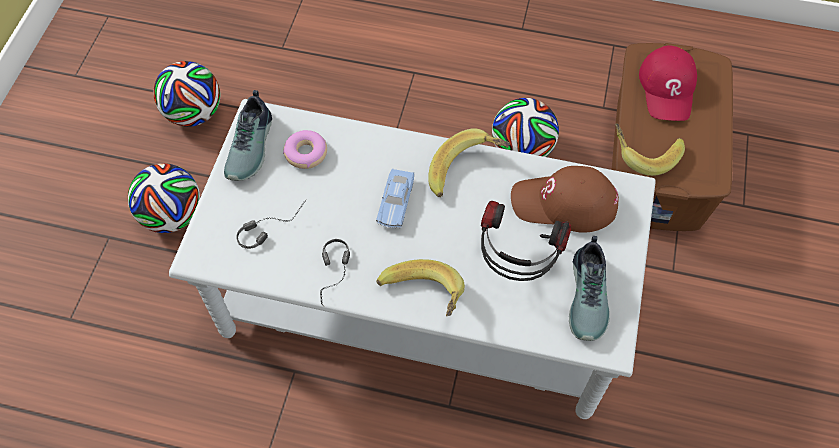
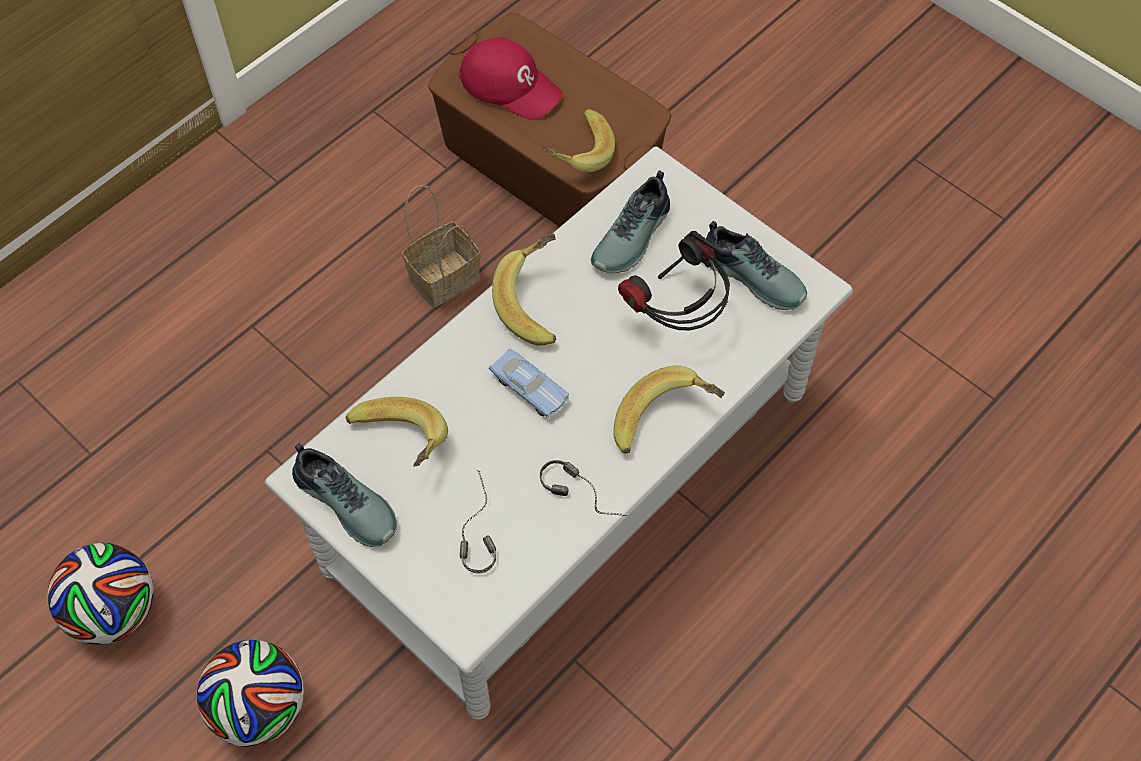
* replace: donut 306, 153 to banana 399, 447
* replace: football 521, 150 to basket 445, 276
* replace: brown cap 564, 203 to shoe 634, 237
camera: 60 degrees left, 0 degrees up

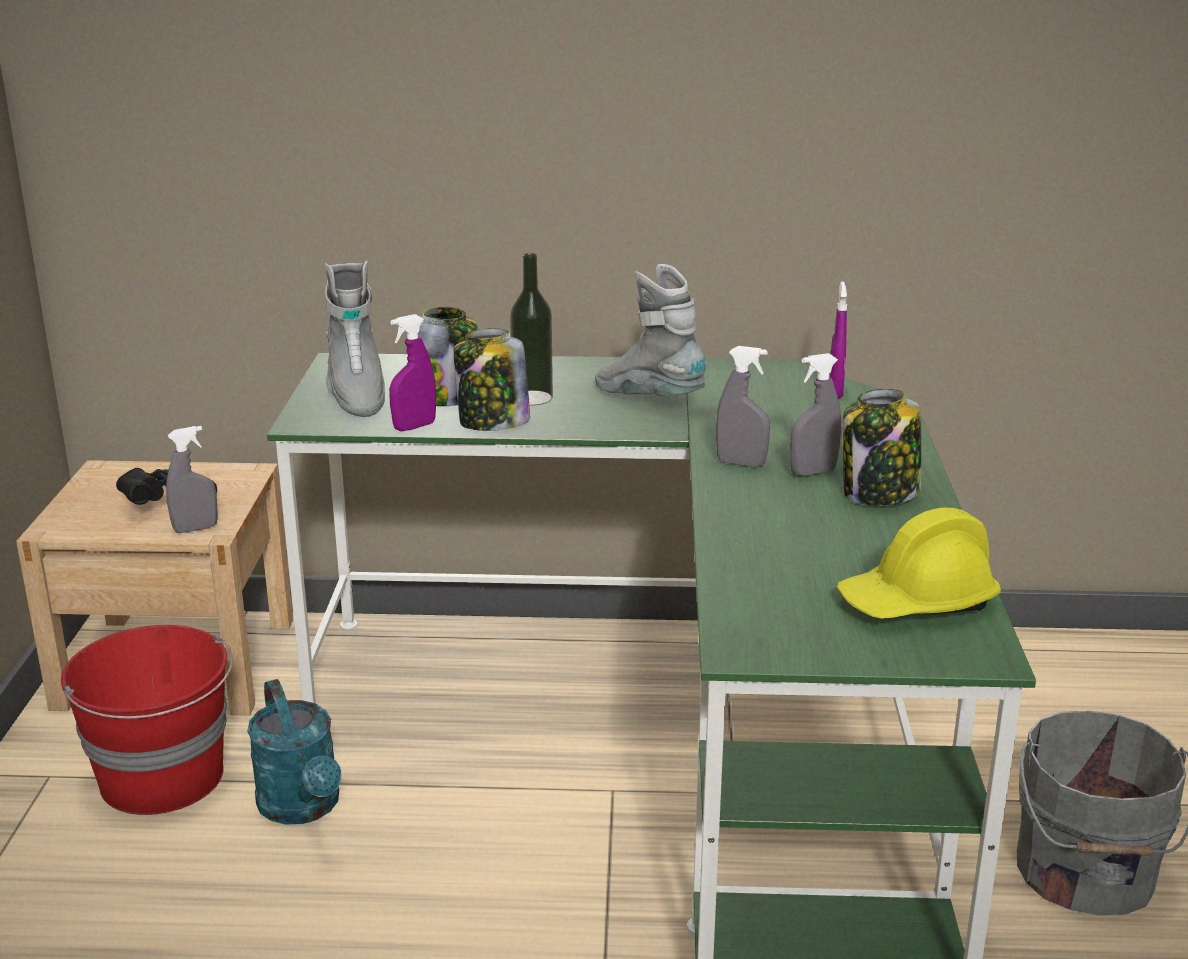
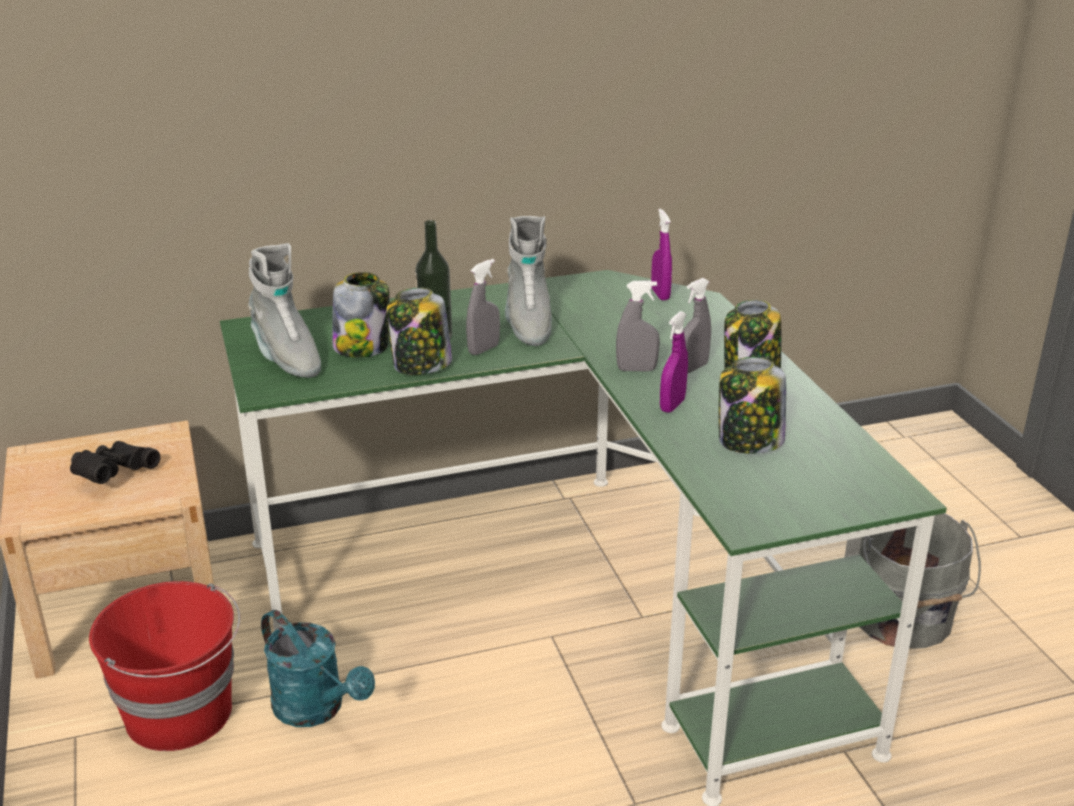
* move: grey spray bottle 195, 529 to 483, 349
* move: purple spray bottle 414, 427 to 672, 405
* rotate: grey boot 649, 399 = 527, 323 120 degrees counterclockwise
* delete: yellow hard hat 917, 602
* insert: jar 749, 441
camera: 20 degrees left, 5 degrees up

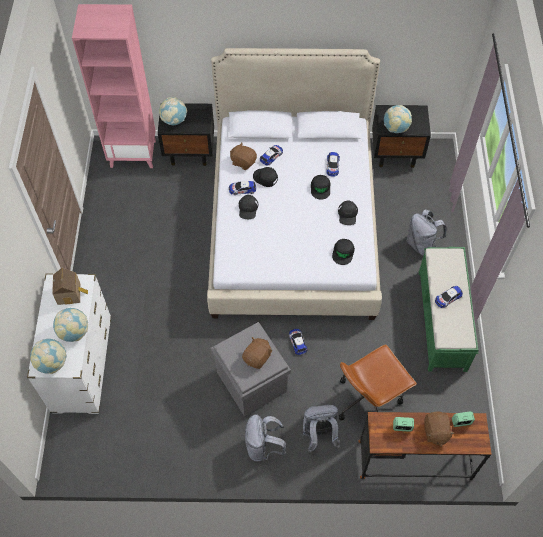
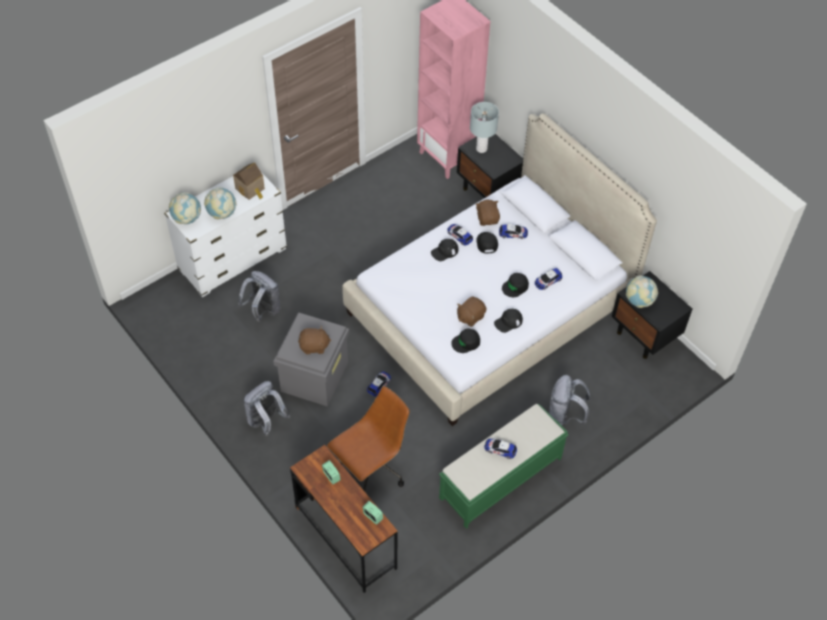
* replace: globe 174, 120 to grey table lamp 481, 148
* move: grey backpack 319, 435 to 263, 310
* rotate: brown office chair 368, 400 = 371, 469 120 degrees clockwise
* move: brown plush toy 435, 432 to 470, 316
camera: 50 degrees right, 5 degrees down

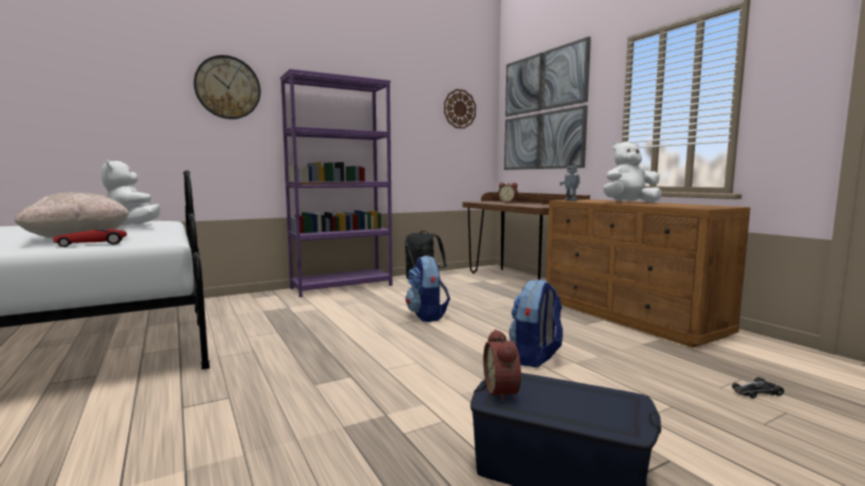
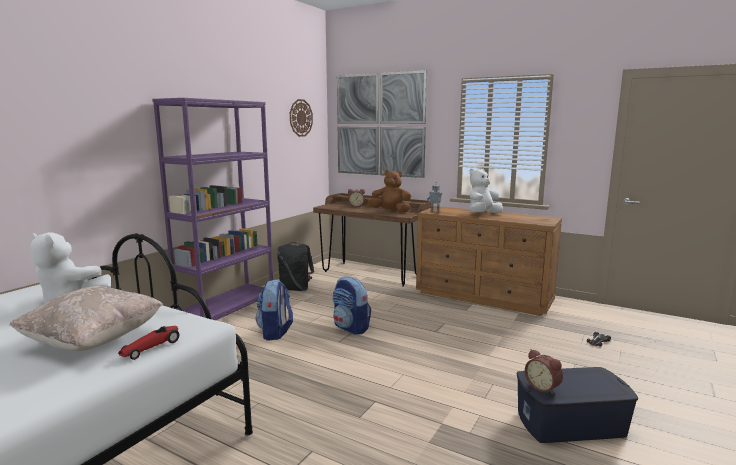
* delete: wall clock 228, 87
* move: backpack 535, 358 to 275, 333
* insert: brown plush toy 390, 211
camera: 30 degrees left, 5 degrees up

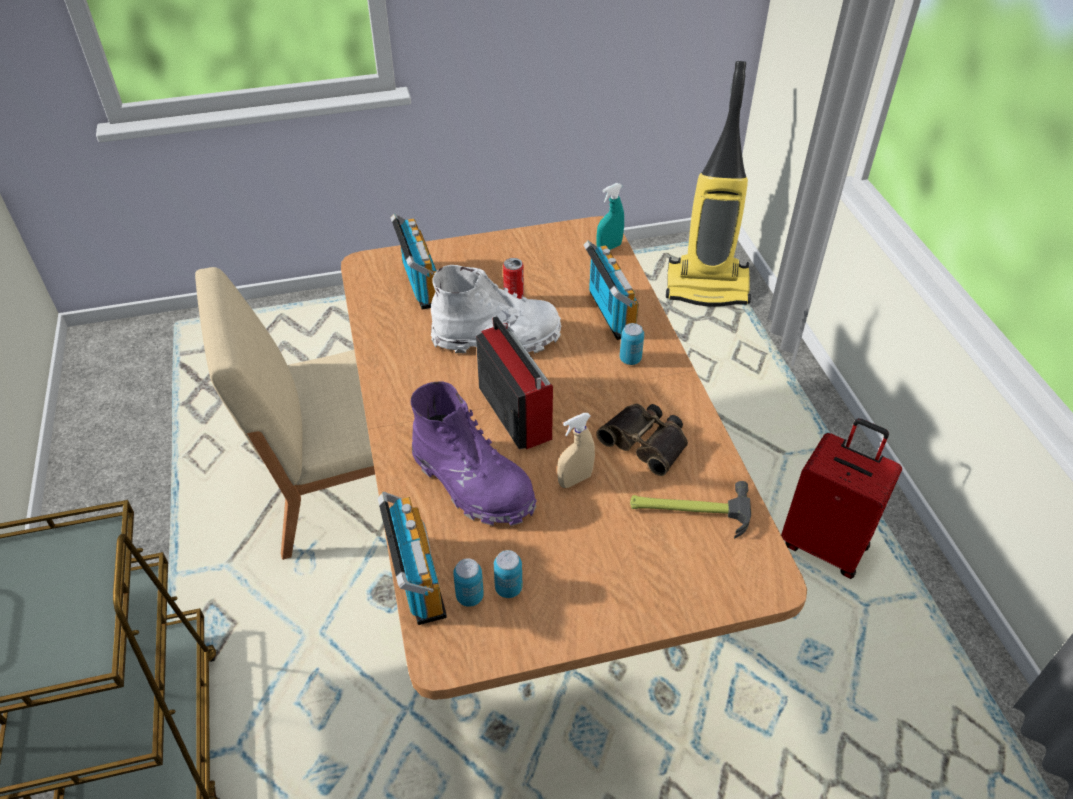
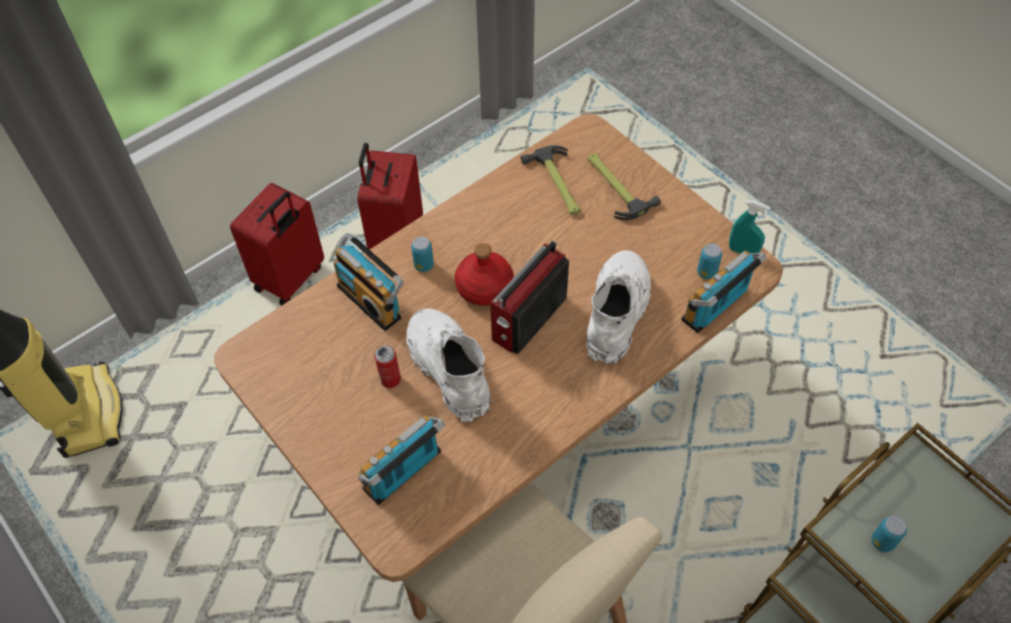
* recolor: purple boot 472, 483 to white boot 616, 313
* move: can 508, 588 to 882, 542
* delete: beige spray bottle 575, 480
* rotate: radio 609, 314 = 372, 300 90 degrees counterclockwise
* delete: binoculars 646, 441
* move: turquoise spray bottle 609, 248 to 743, 251
* insert: red suitcase 291, 279
* insert: red bottle 485, 287
* insert: hammer 615, 186
camera: 115 degrees left, 10 degrees up

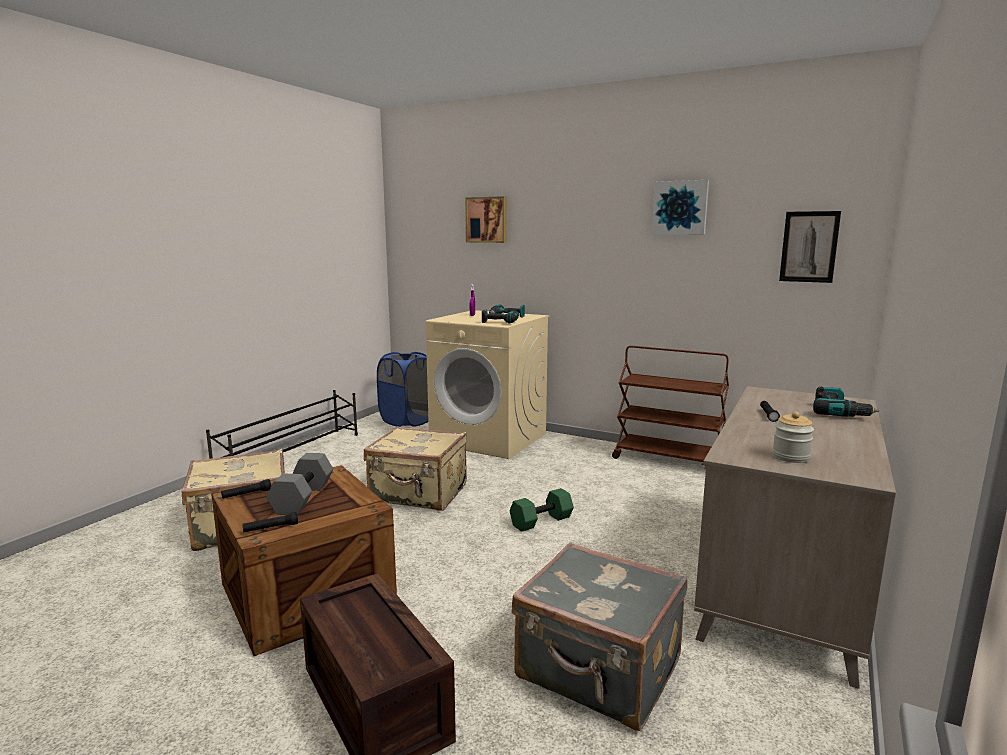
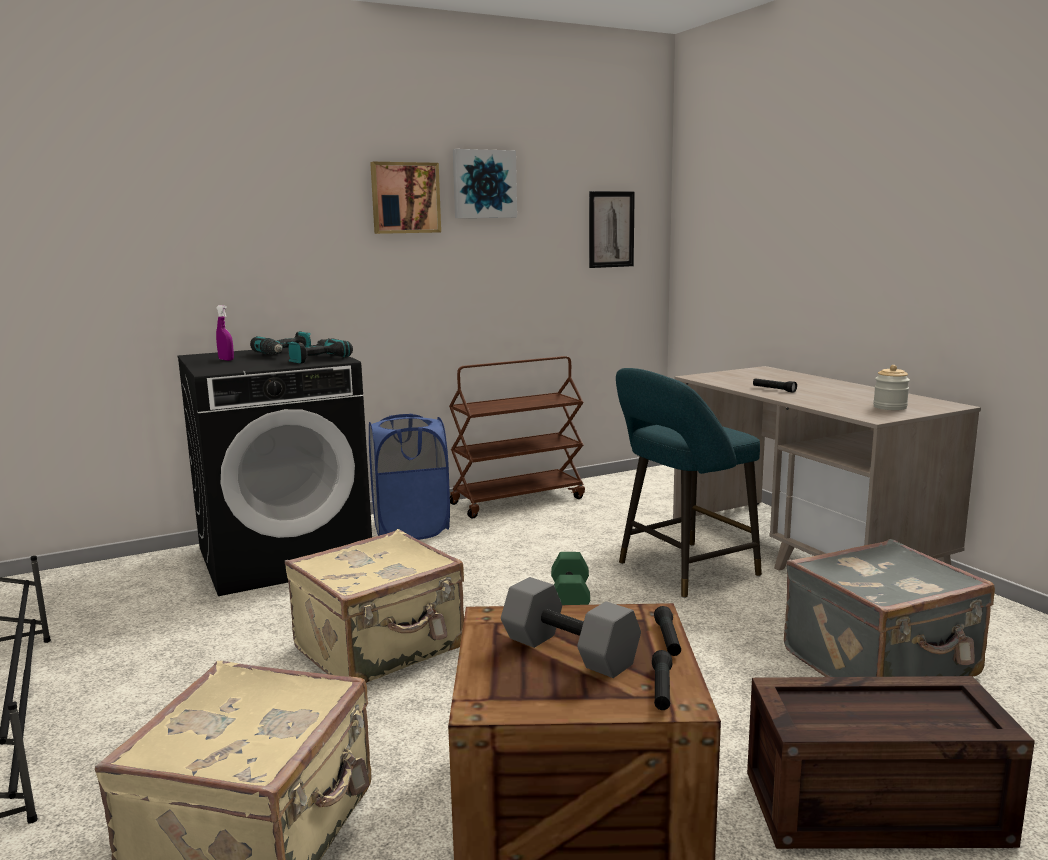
* move: black flashlight 247, 494 to 668, 639
* move: blue laundry basket 407, 421 to 411, 529
* recolor: beige washing machine 490, 438 to black washing machine 285, 556
* move: picture 487, 220 to 405, 198
* delete: power drill 839, 412
* insert: turquoise stool 682, 571
camera: 55 degrees left, 0 degrees up

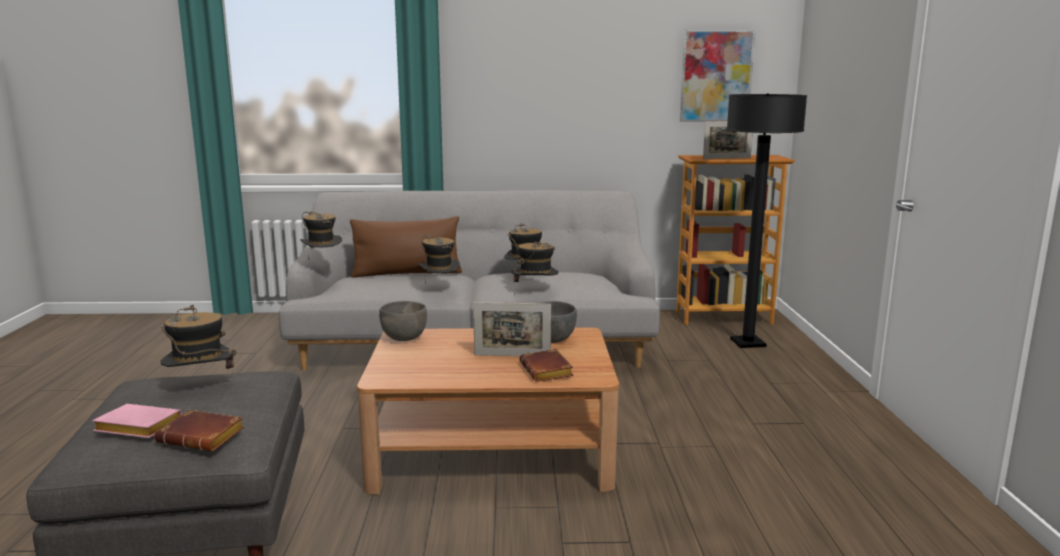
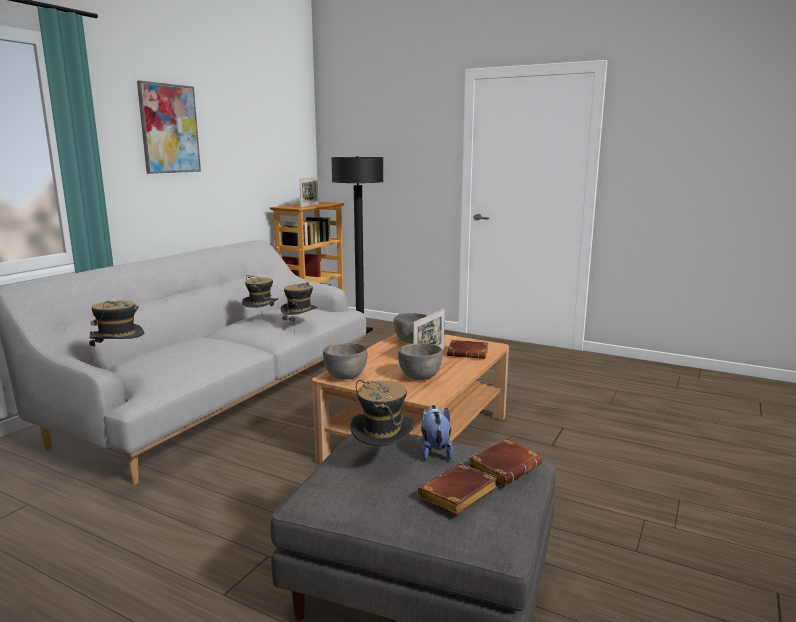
* recolor: pink book 135, 428 to brown book 458, 496
* delete: brown pillow 407, 273
* delete: hat 439, 288
* move: picture 716, 76 to 169, 129
* insert: grey bowl 420, 377
* insert: plush toy 435, 451
camera: 60 degrees left, 0 degrees up

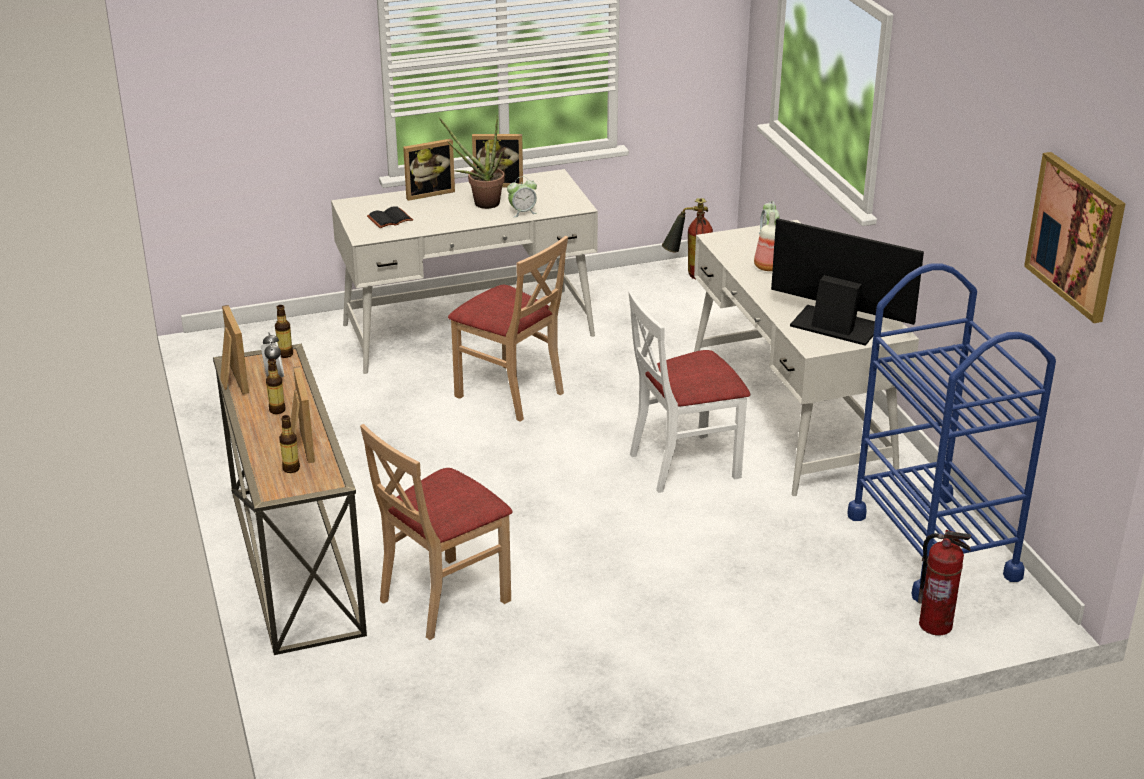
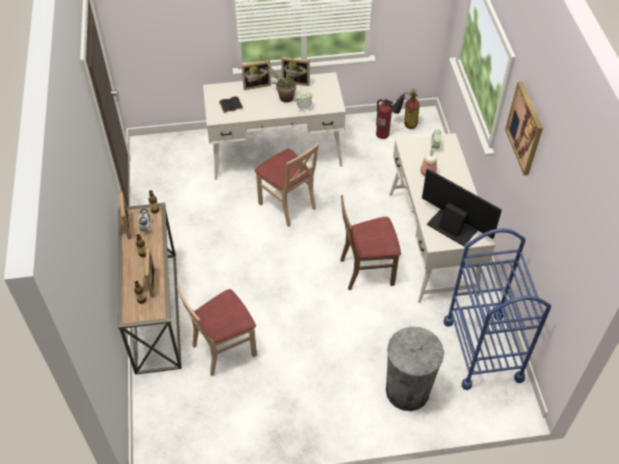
* recolor: white chair 684, 464 to brown chair 367, 270
* move: fire extinguisher 936, 625 to 382, 134
* move: picture 1076, 235 to 525, 128
* insert: grey trash can 407, 391
camera: 10 degrees right, 20 degrees up

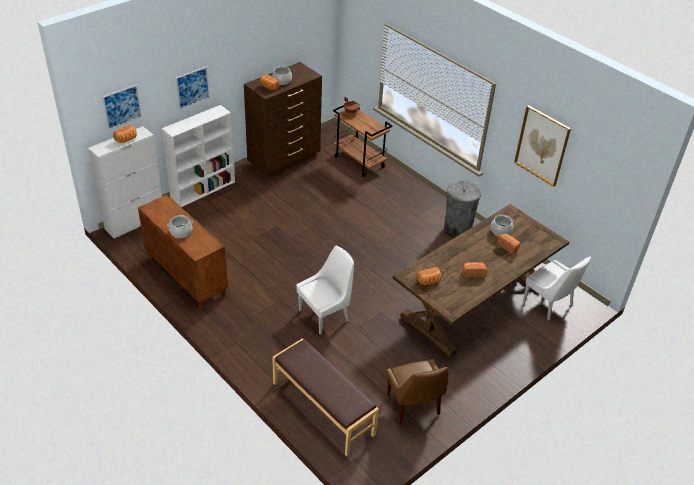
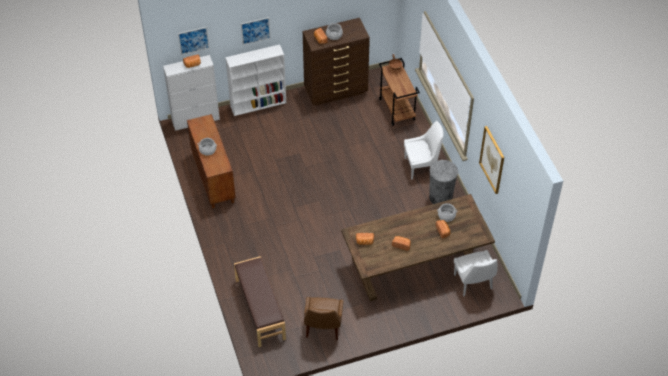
* move: white chair 325, 315 to 421, 166
camera: 25 degrees right, 10 degrees up

